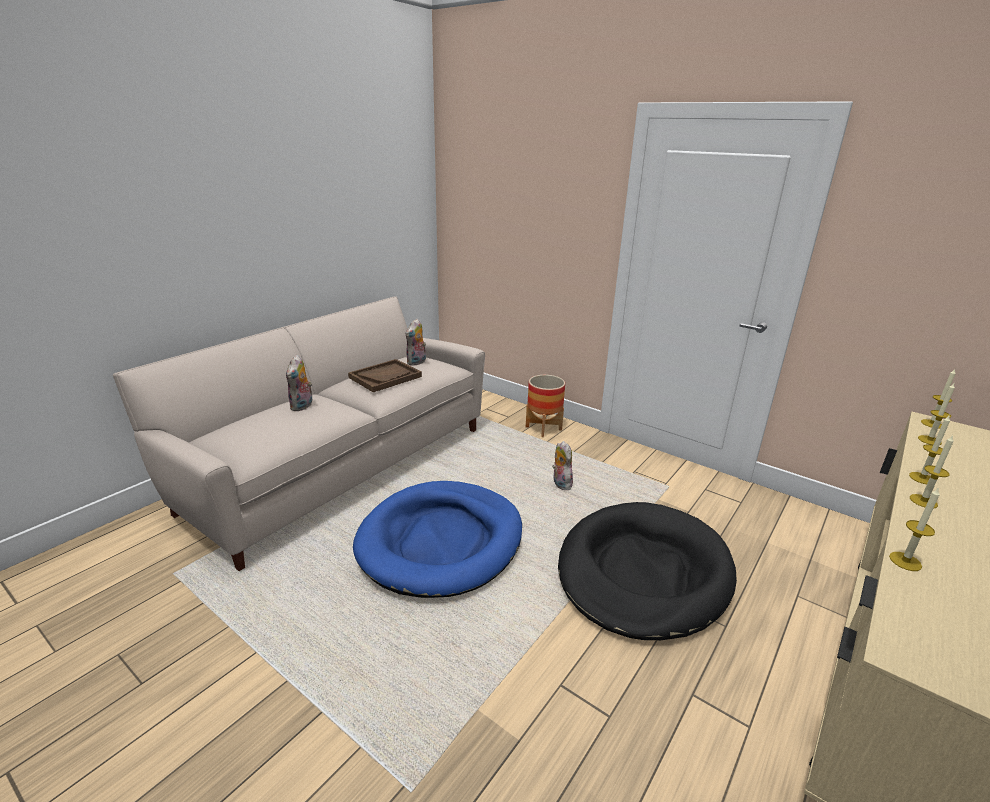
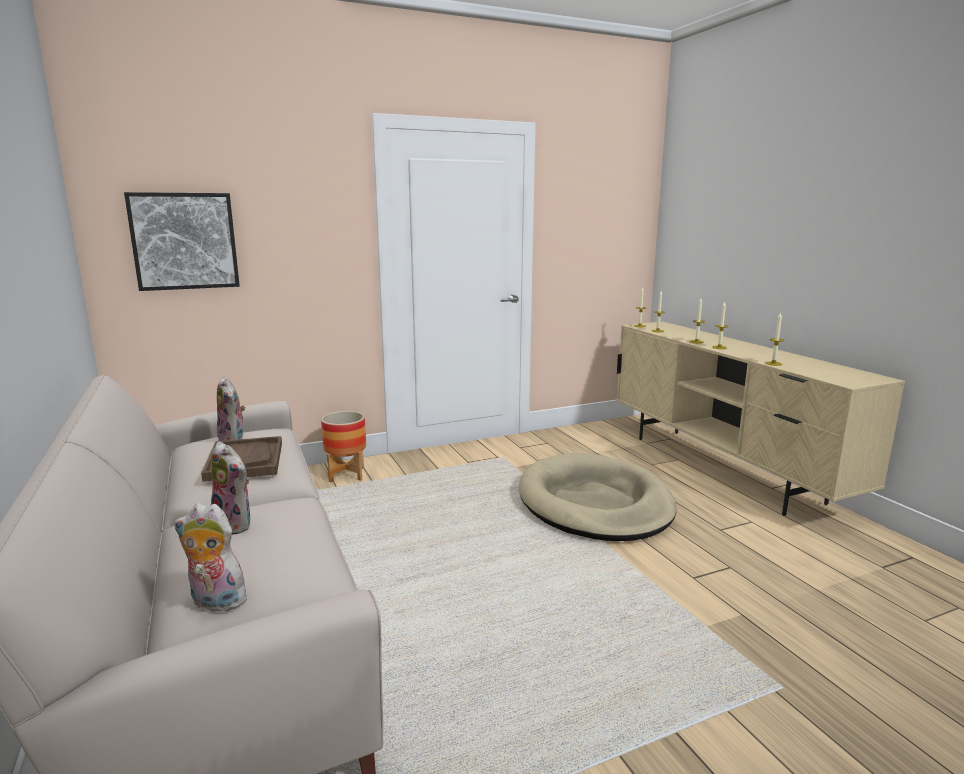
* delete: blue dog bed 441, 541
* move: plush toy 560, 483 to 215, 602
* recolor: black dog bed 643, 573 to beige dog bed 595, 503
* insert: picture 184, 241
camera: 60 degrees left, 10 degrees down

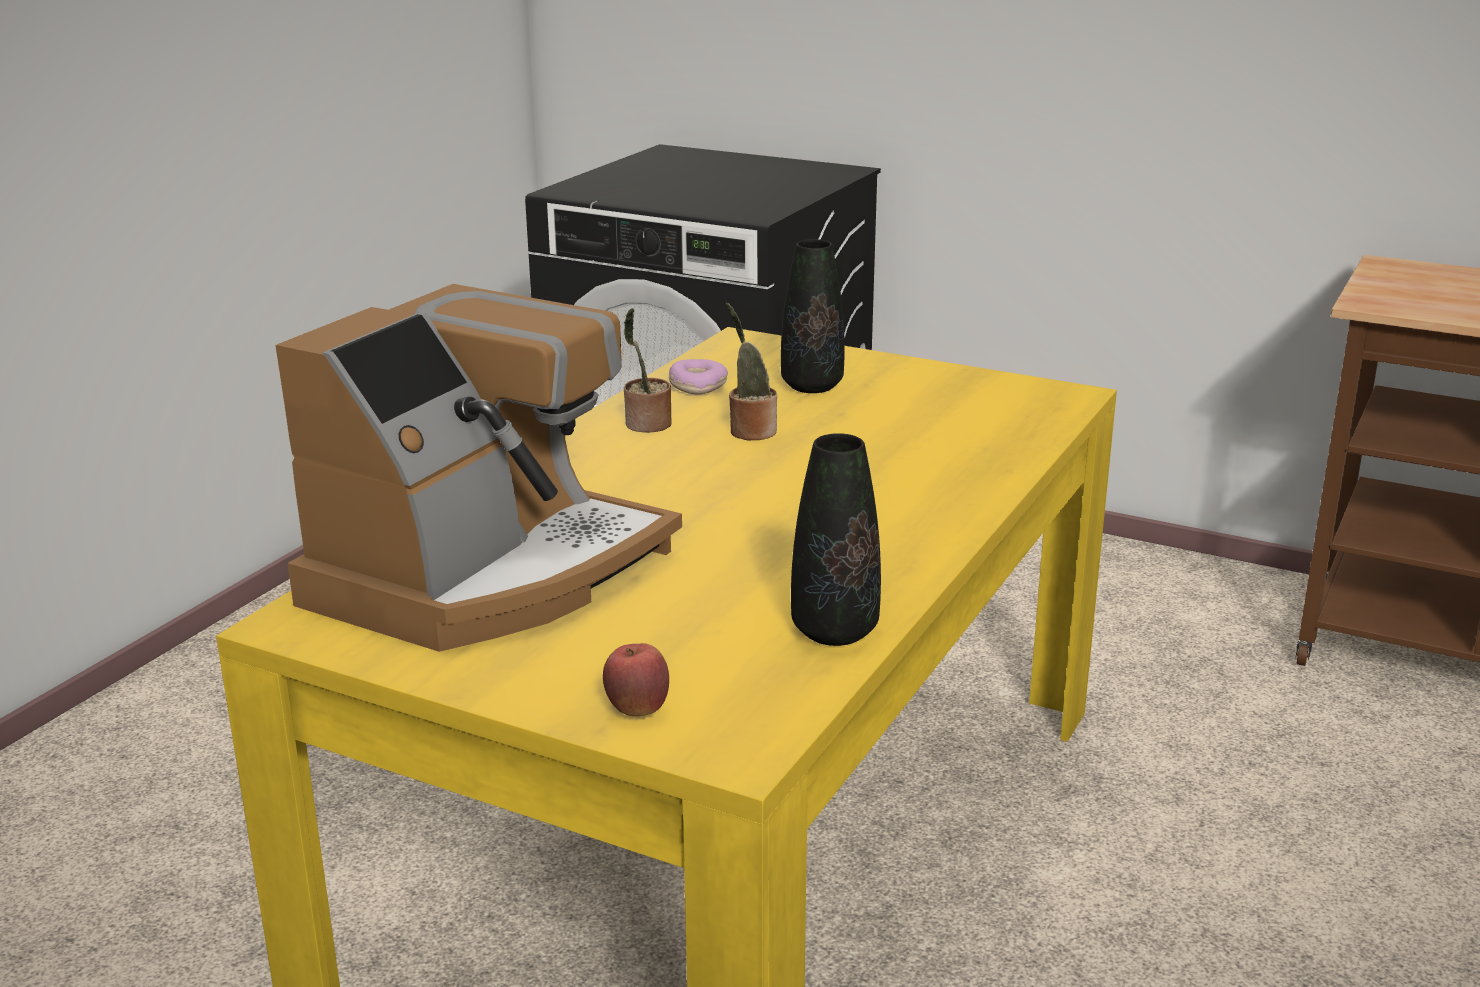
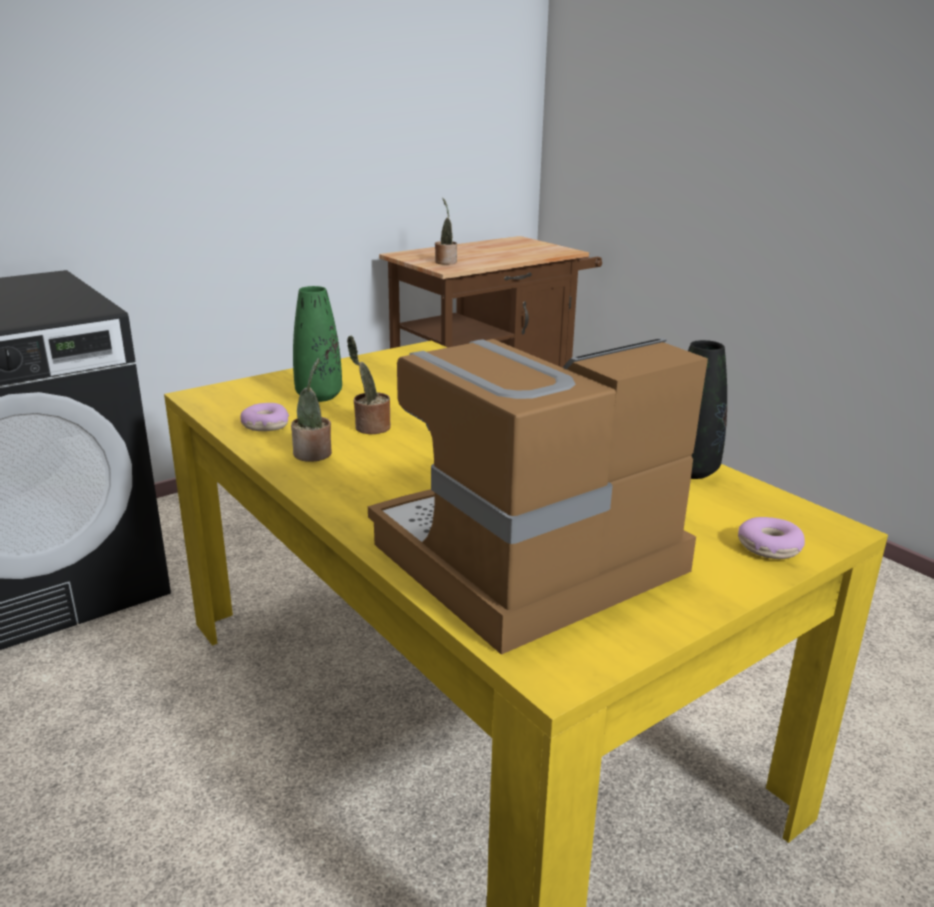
* rotate: coffee machine 489, 574 = 527, 561 90 degrees counterclockwise
* replace: apple 637, 709 to donut 769, 547
* recolor: black vase 812, 386 to green vase 319, 396
* insert: potted plant 445, 262
camera: 65 degrees left, 0 degrees up

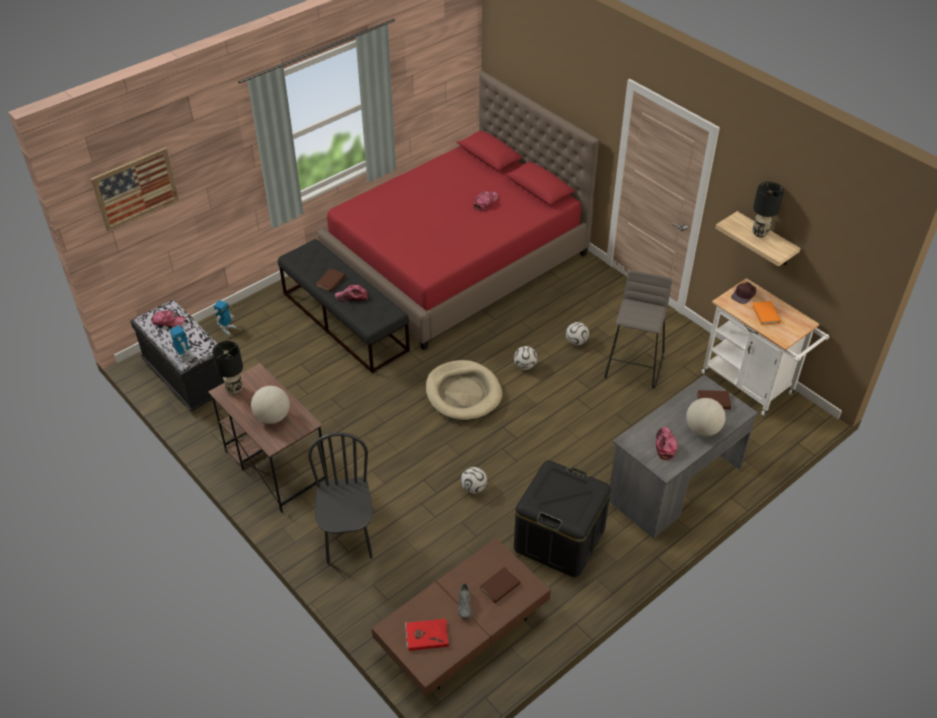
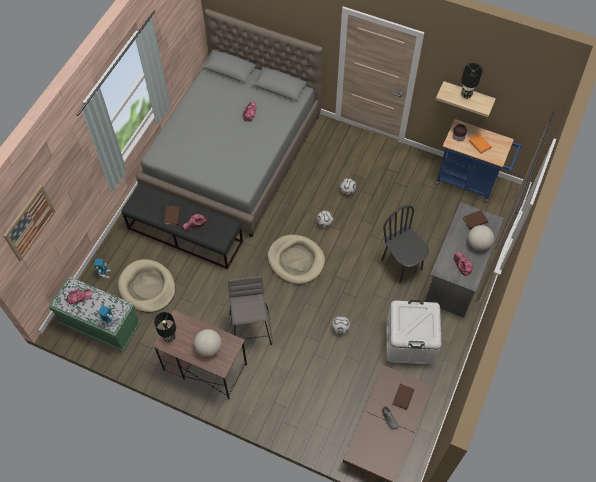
* recolor: black bench 187, 377 to green bench 100, 324
* move: black chair 348, 540 to 402, 265
* recolor: red bed 456, 260 to grey bed 234, 154
* delete: red book 426, 635
* recolor: black storage box 559, 539 to white storage box 410, 342
* move: grey stool 634, 366 to 251, 329
* recolor: white cart 752, 386 to blue cart 470, 182
* insert: beige dog bed 147, 287
camera: 25 degrees left, 15 degrees up

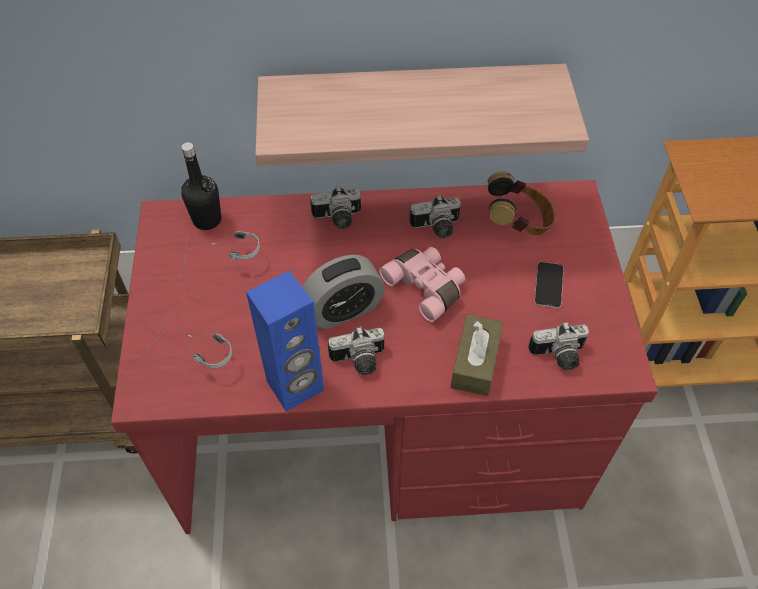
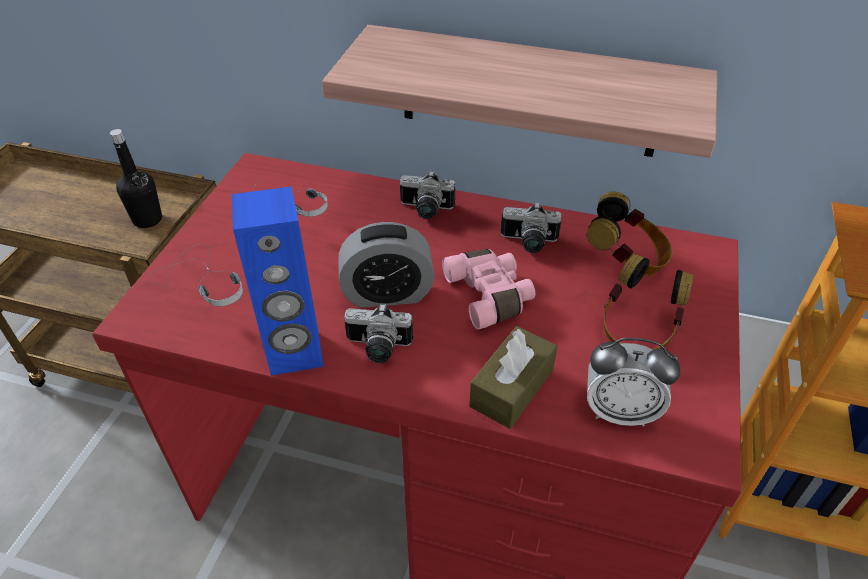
* move: black bottle 207, 220 to 147, 219
* replace: photo camera 558, 356 to alarm clock 619, 411
* replace: phone 548, 285 to headphones 638, 331
camera: 20 degrees right, 10 degrees down

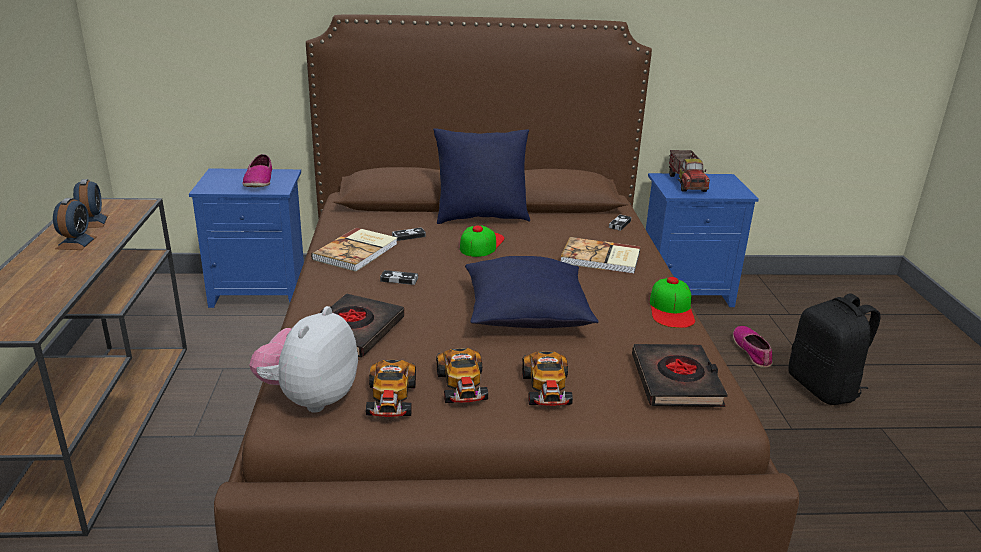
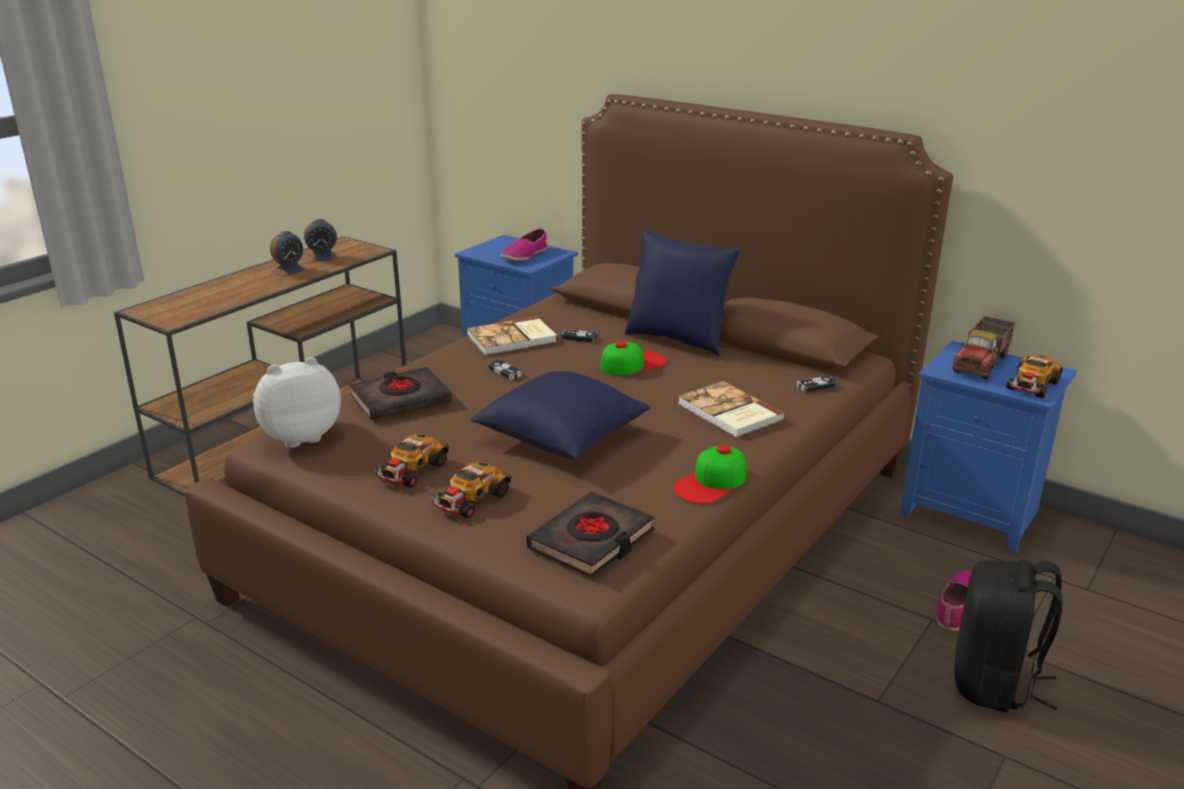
* rotate: alarm clock 92, 222 = 322, 257 45 degrees clockwise
* move: toy car 391, 399 to 1031, 385
camera: 40 degrees right, 0 degrees up

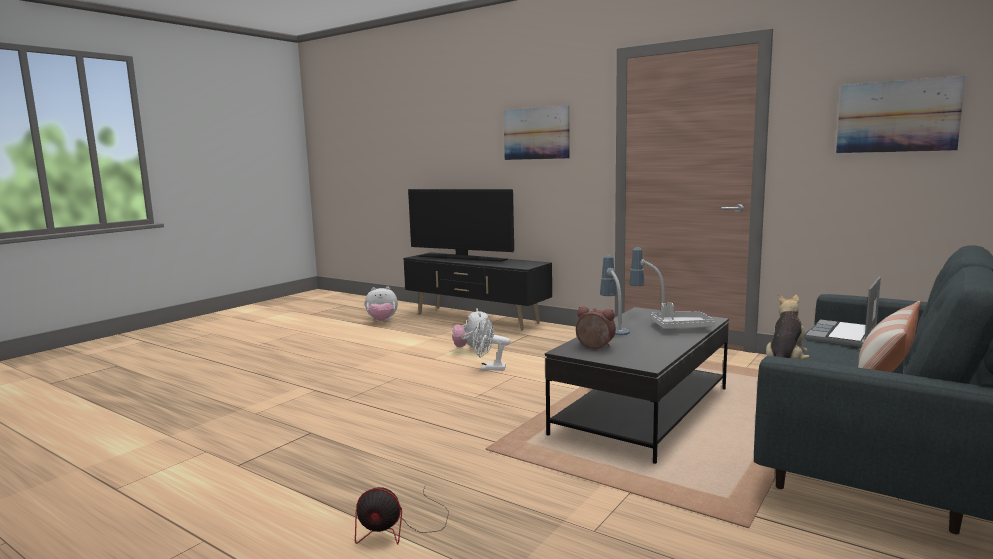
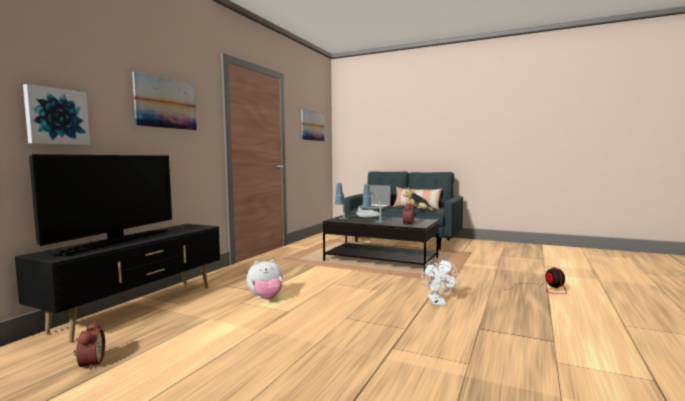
* replace: plush toy 382, 321 to alarm clock 89, 364
* move: white fan 489, 368 to 438, 302
* insert: picture 56, 116
camera: 100 degrees left, 5 degrees down

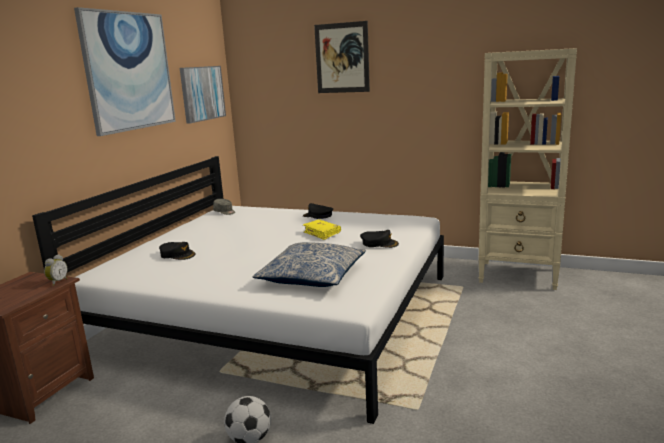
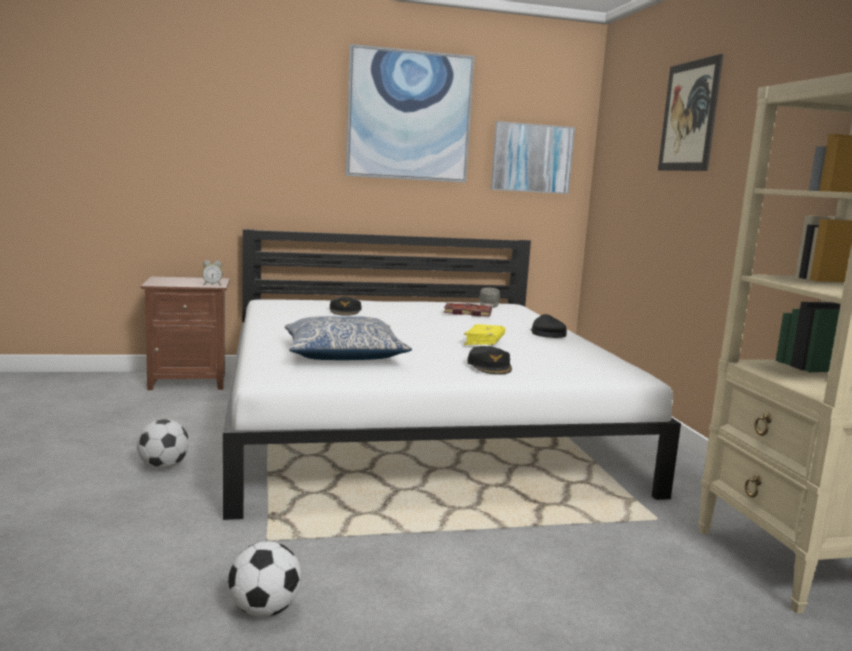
* insert: football 264, 610
* insert: book 466, 312
camera: 55 degrees right, 5 degrees down

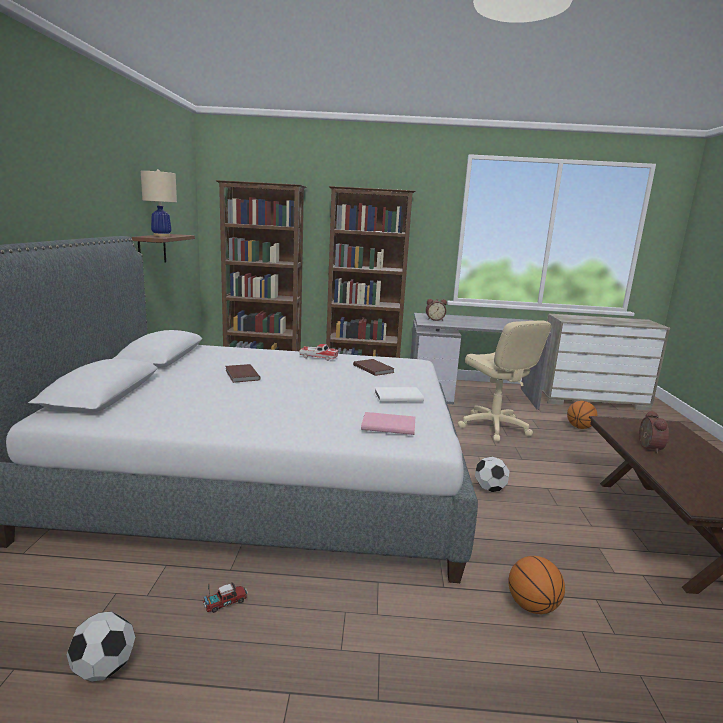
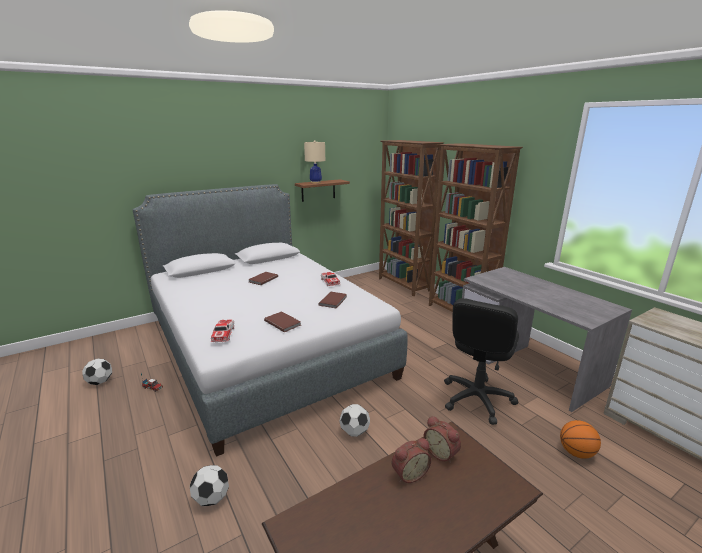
* replace: pink book 388, 425 to toy car 223, 334
* recolor: white book 397, 396 to brown book 283, 322
* move: alarm clock 434, 319 to 441, 452
* recolor: beige office chair 493, 427 to black office chair 476, 399
* replace: basketball 532, 606 to football 211, 498
camera: 55 degrees right, 5 degrees up

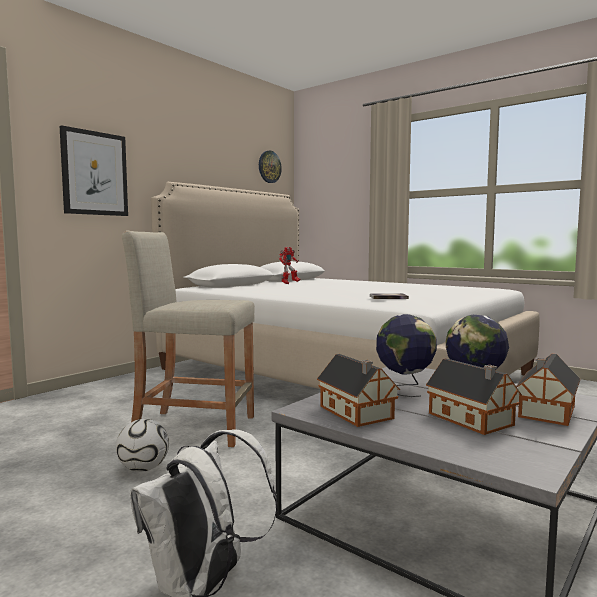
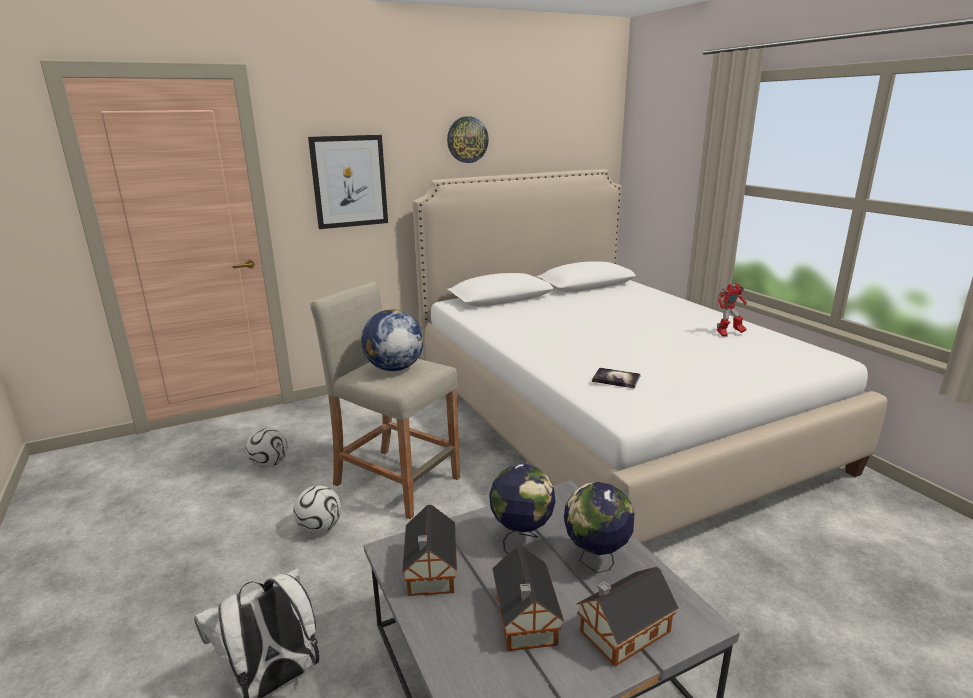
* move: wall clock 269, 167 to 467, 139
* move: toy robot 289, 283 to 728, 334
* insert: football 269, 464
* insert: globe 394, 368
camera: 25 degrees right, 15 degrees up

